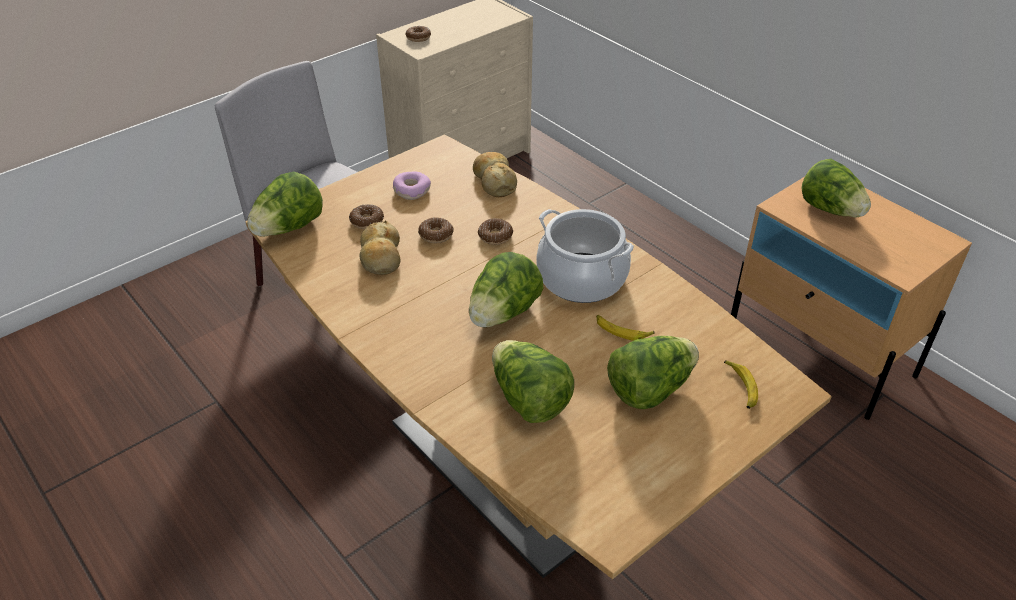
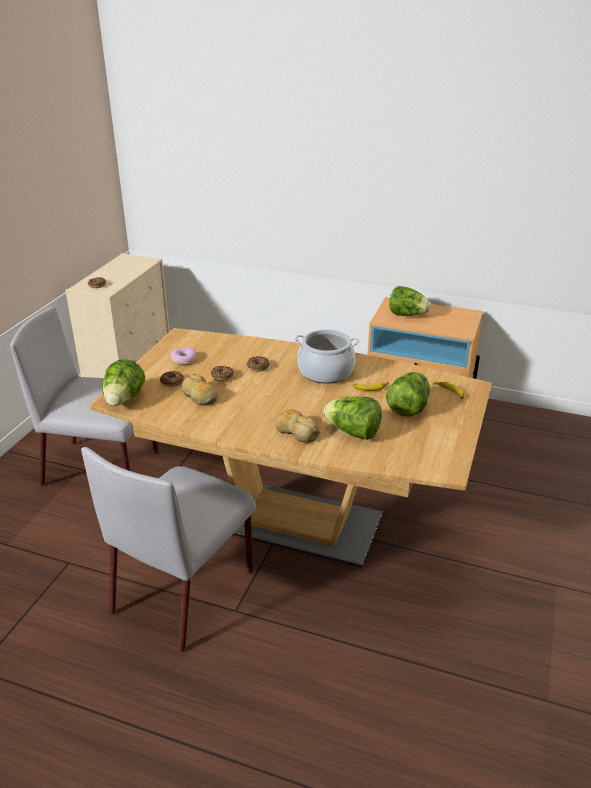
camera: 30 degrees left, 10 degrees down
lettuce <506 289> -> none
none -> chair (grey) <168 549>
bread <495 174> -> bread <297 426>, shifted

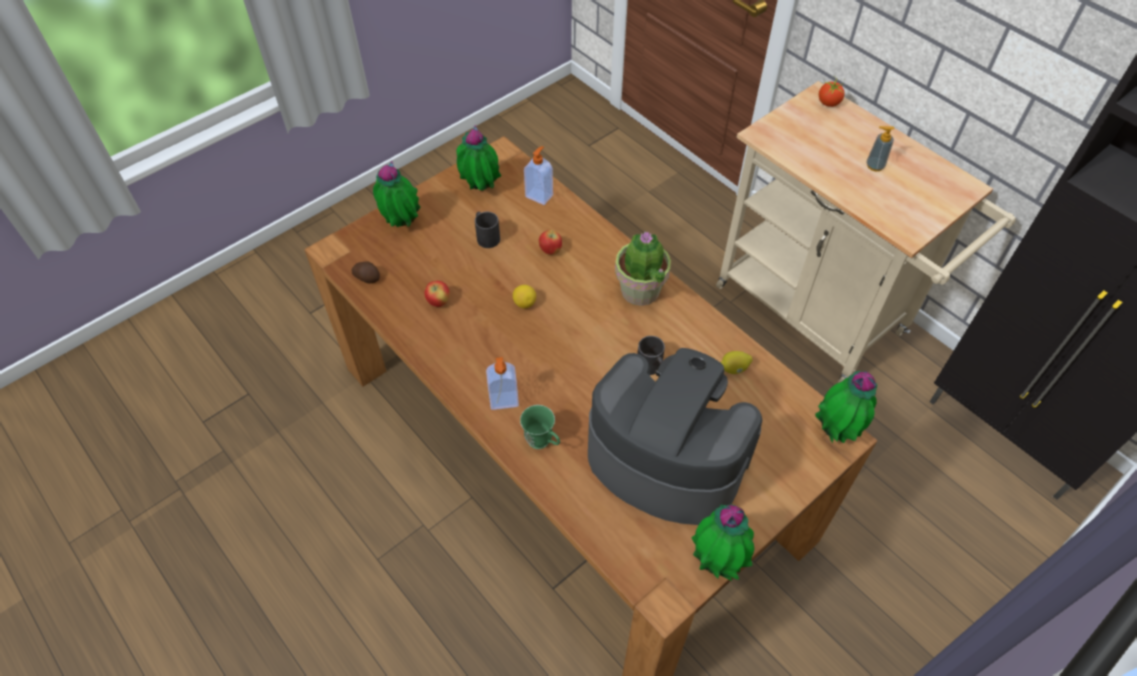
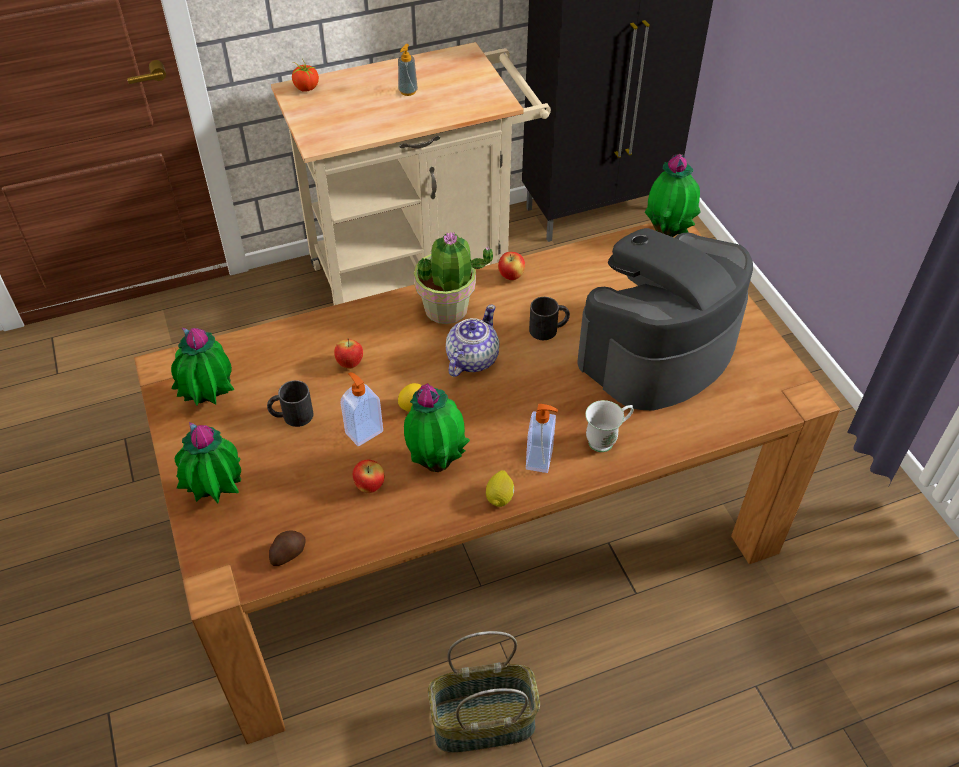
camera: 70 degrees left, 5 degrees down
none -> basket <484 692>
none -> teapot <472 341>
none -> apple <511 266>
soap dispenser <538 175> -> soap dispenser <361 409>, shifted
potted plant <723 542> -> potted plant <437 427>, shifted
lemon <736 362> -> lemon <500 488>, shifted
mug (green) <540 427> -> mug (white) <609 426>

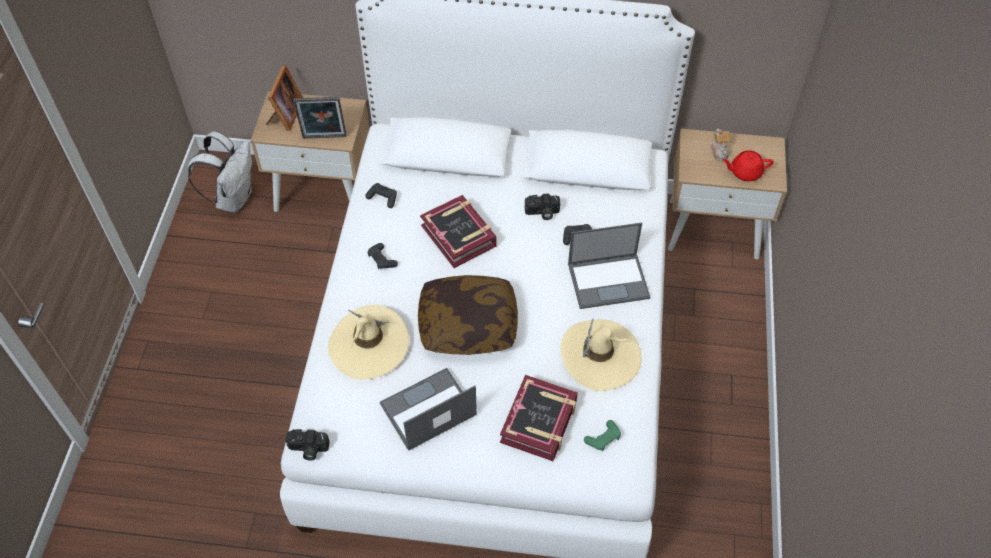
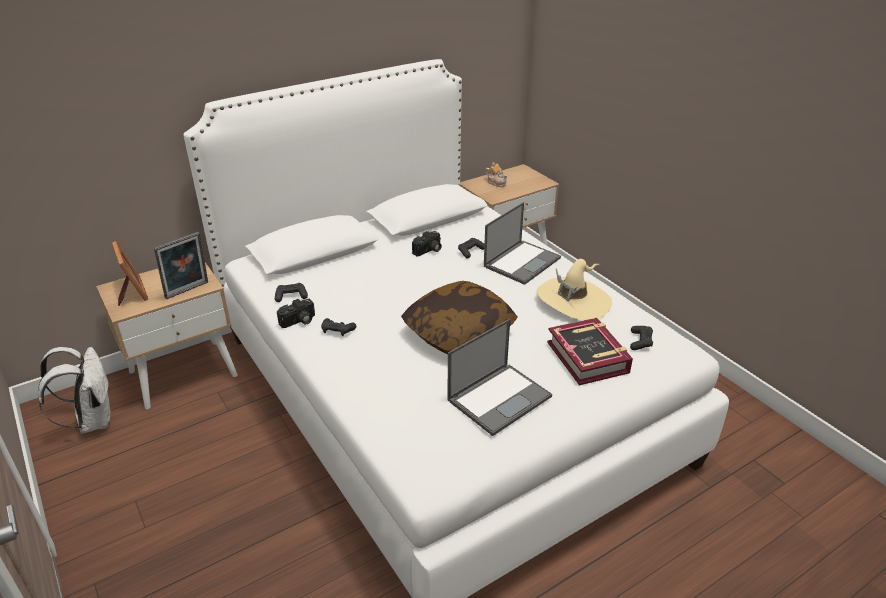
camera: 40 degrees left, 20 degrees down
hat (beige) <368 342> -> none
book <458 231> -> none
teapot (red) <748 165> -> none
photo camera <308 445> -> photo camera <296 313>, shifted
game controller (green) <602 435> -> game controller (black) <641 338>
laptop <428 409> -> laptop <500 377>, 150 degrees counterclockwise

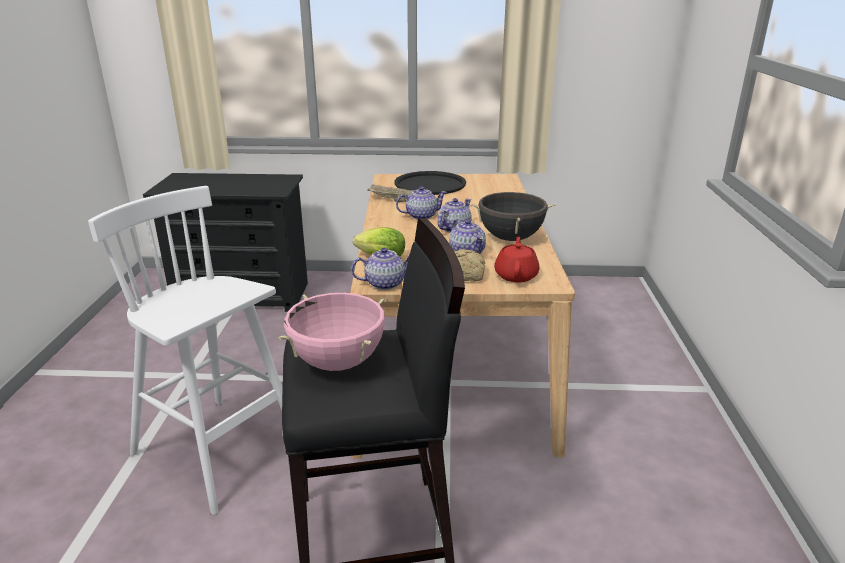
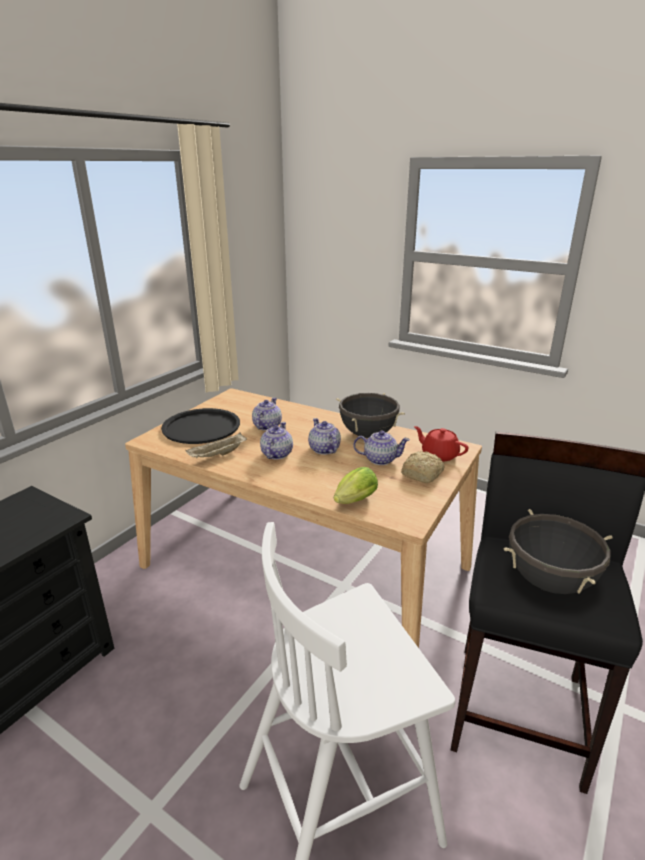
camera: 60 degrees left, 0 degrees up
teapot <380 269> -> teapot <267 414>, shifted
cooking pot (pink) <332 332> -> cooking pot (black) <558 551>

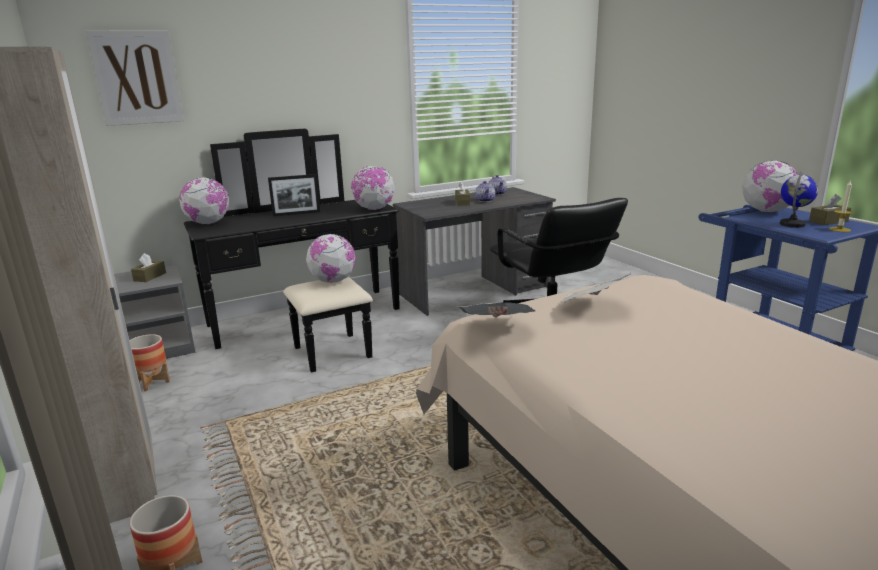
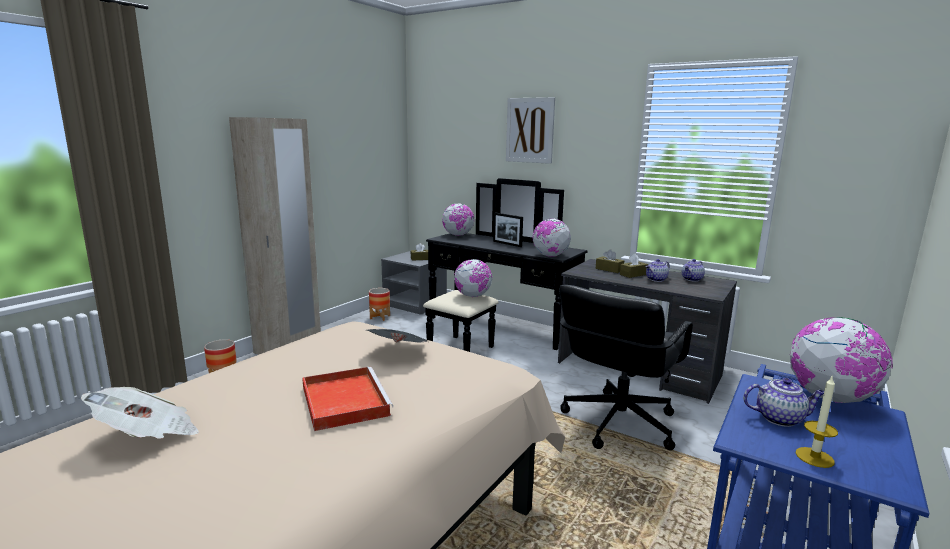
camera: 60 degrees right, 5 degrees down
none -> tray (red) <347 399>
picture <135 78> -> picture <530 130>, shifted
newspaper <496 309> -> newspaper <140 413>, shifted
tissue box (brown) <830 209> -> tissue box (brown) <610 261>, shifted
globe <799 200> -> teapot <783 402>

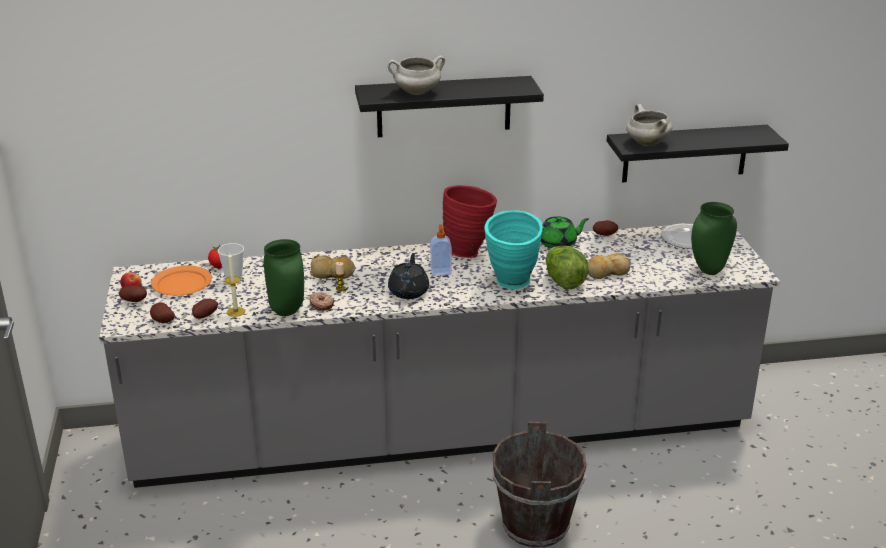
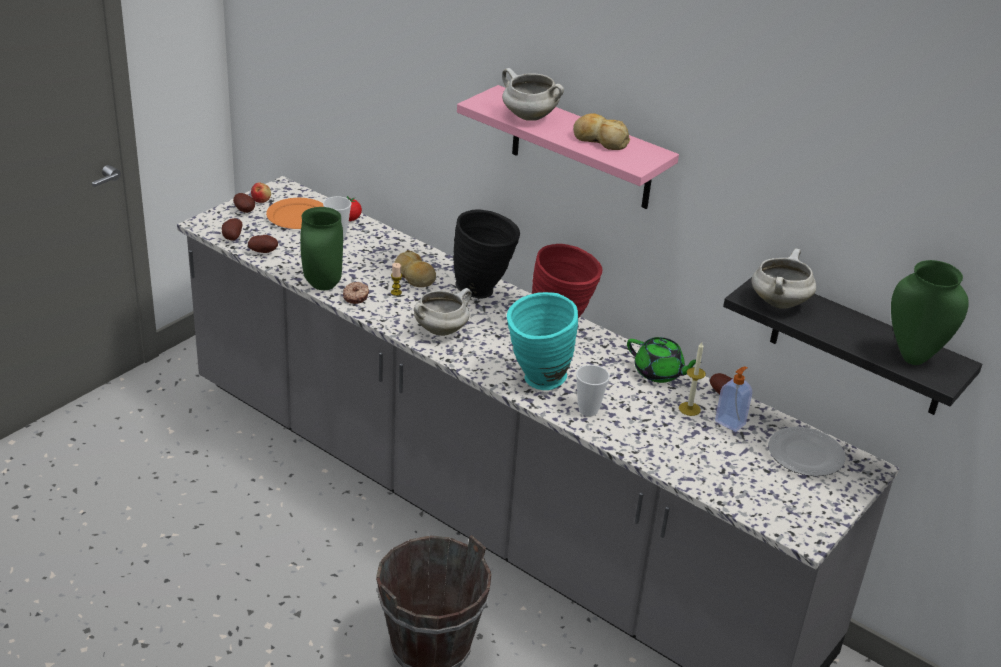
camera: 45 degrees right, 5 degrees up
none -> vase (black) <486 254>
candle <235 285> -> candle <692 379>, shifted
soap dispenser <441 250> -> soap dispenser <733 399>, shifted
bread <609 266> -> bread <601 131>, shifted
vase (green) <714 238> -> vase (green) <930 312>, shifted
teapot (black) <408 276> -> cooking pot (white) <443 312>
lettuce <567 267> -> cup <593 390>
shelf (black) <449 106> -> shelf (pink) <568 147>

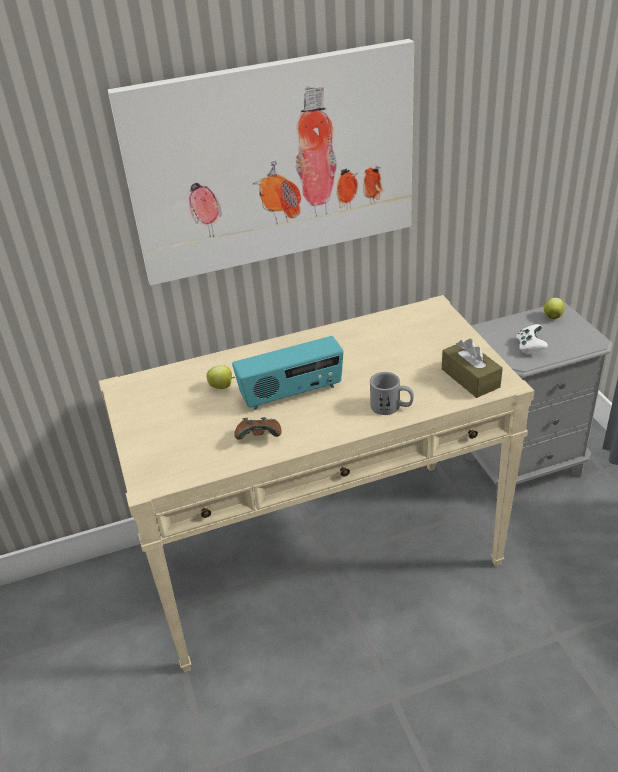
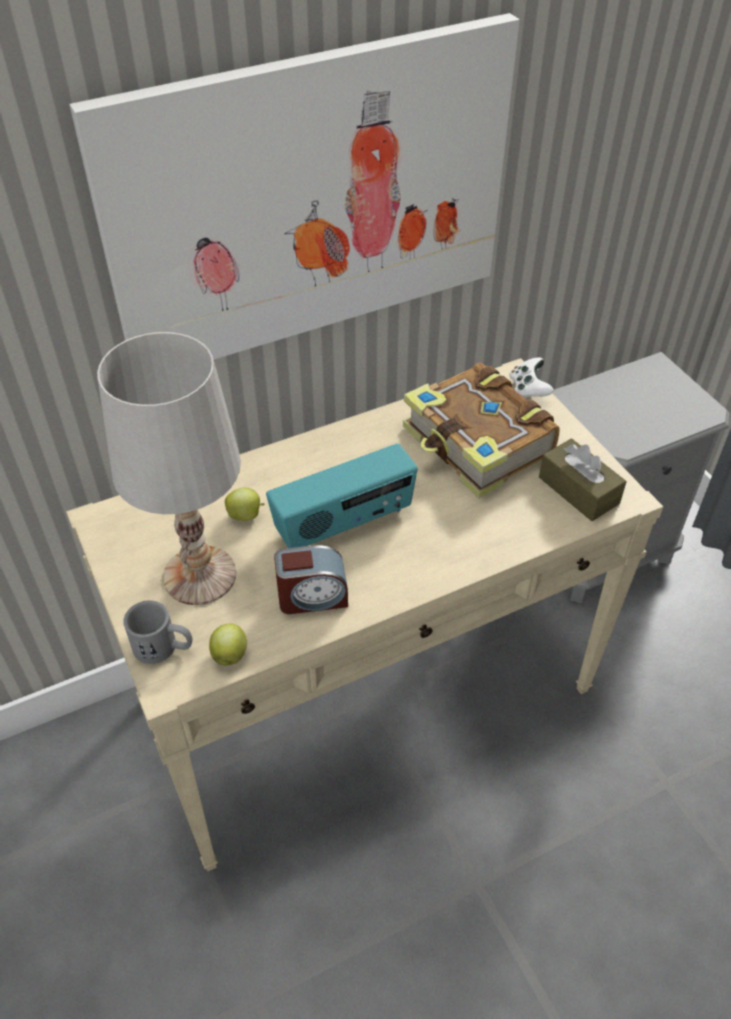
camera: 10 degrees left, 10 degrees up
none -> table lamp (white) <169 468>
none -> book <481 431>
mug (grey) <392 393> -> mug (grey) <157 632>, shifted
game controller (white) <532 338> -> game controller (white) <531 378>, shifted
apple <554 308> -> apple <228 644>, shifted
game controller (brown) <258 428> -> alarm clock <311 579>

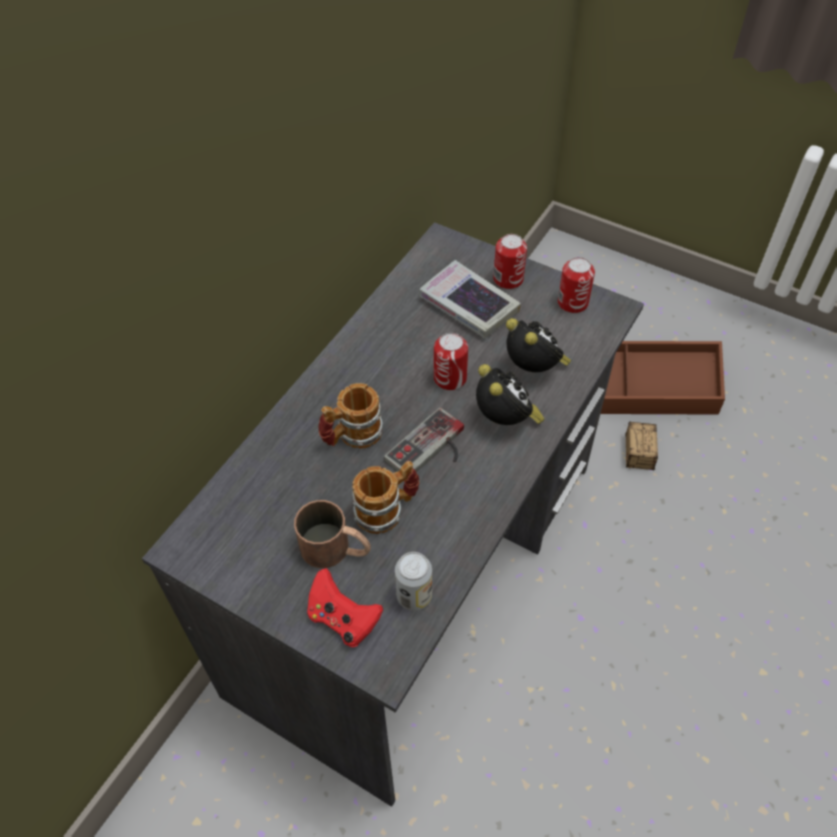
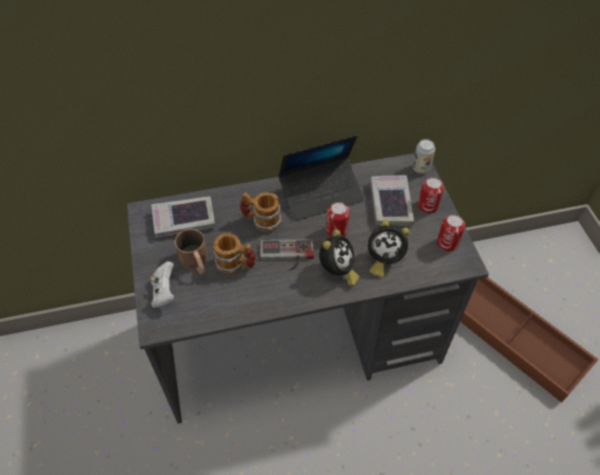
camera: 45 degrees right, 0 degrees up
storage box <648 449> -> none
none -> book <183 217>
none -> laptop <321 178>
can <413 581> -> can <424 156>, shifted
game controller (red) <345 607> -> game controller (white) <161 284>
alarm clock <538 345> -> alarm clock <389 248>, 90 degrees clockwise

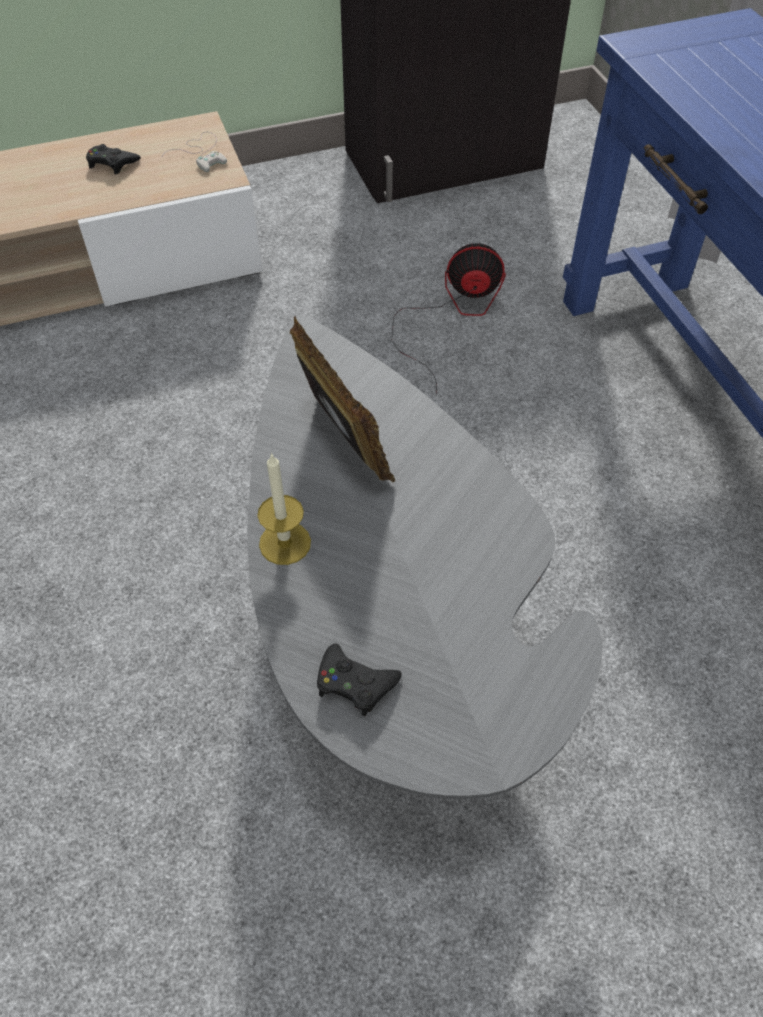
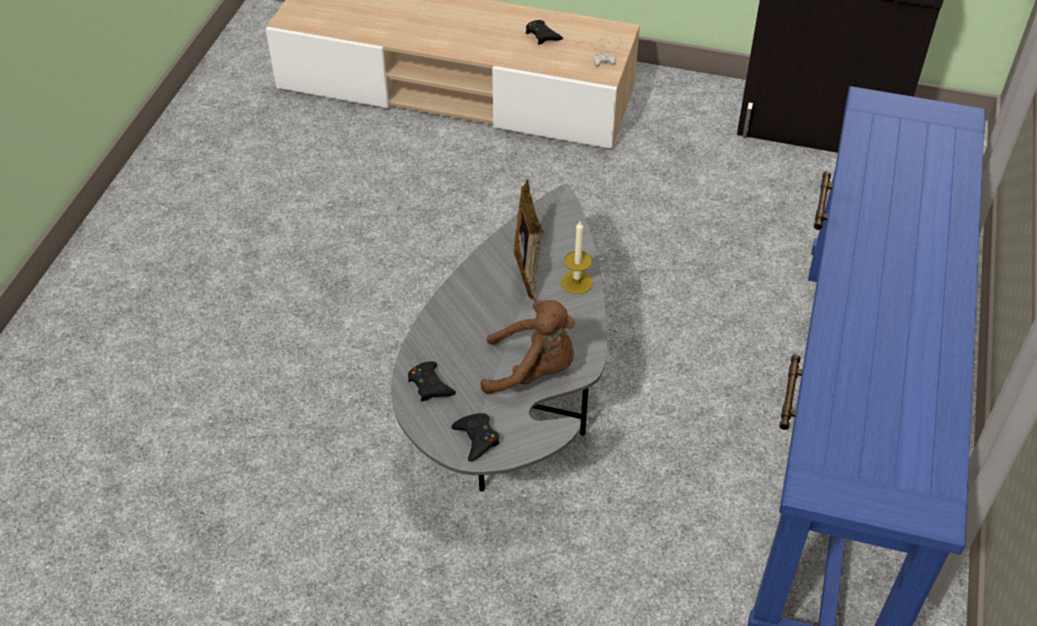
camera: 35 degrees right, 5 degrees down
fan <449 318> -> none
none -> game controller (black) <475 437>
none -> plush toy (brown) <528 347>
candle <284 509> -> candle <577 257>, shifted

